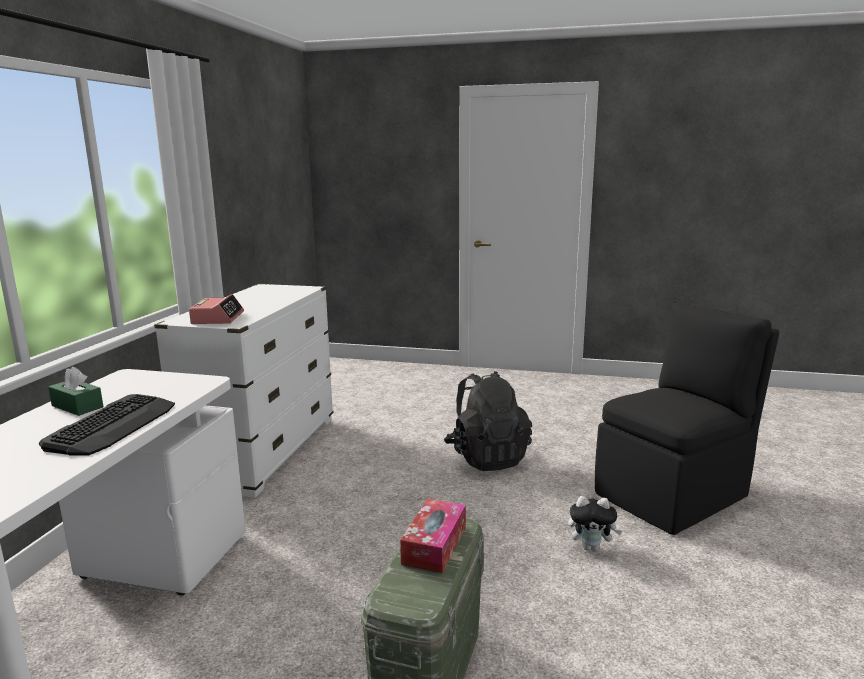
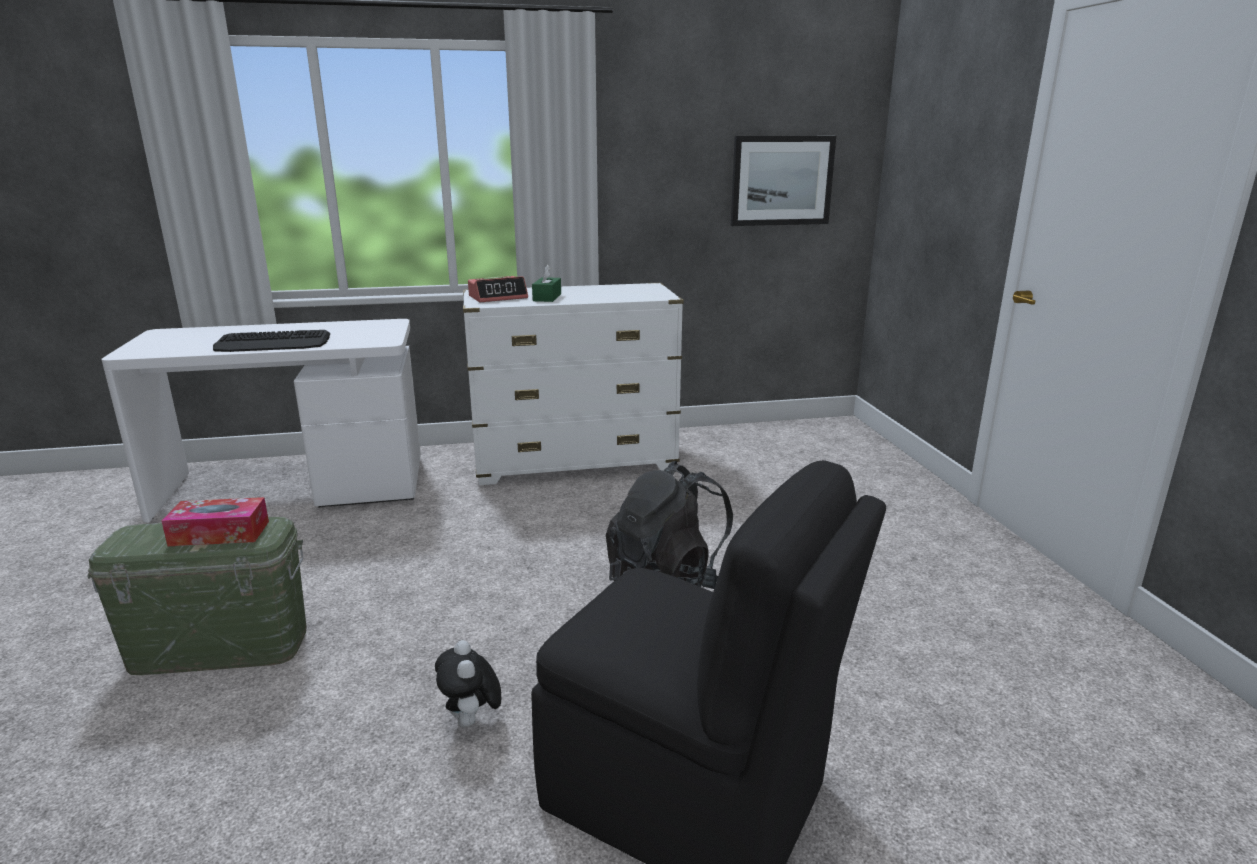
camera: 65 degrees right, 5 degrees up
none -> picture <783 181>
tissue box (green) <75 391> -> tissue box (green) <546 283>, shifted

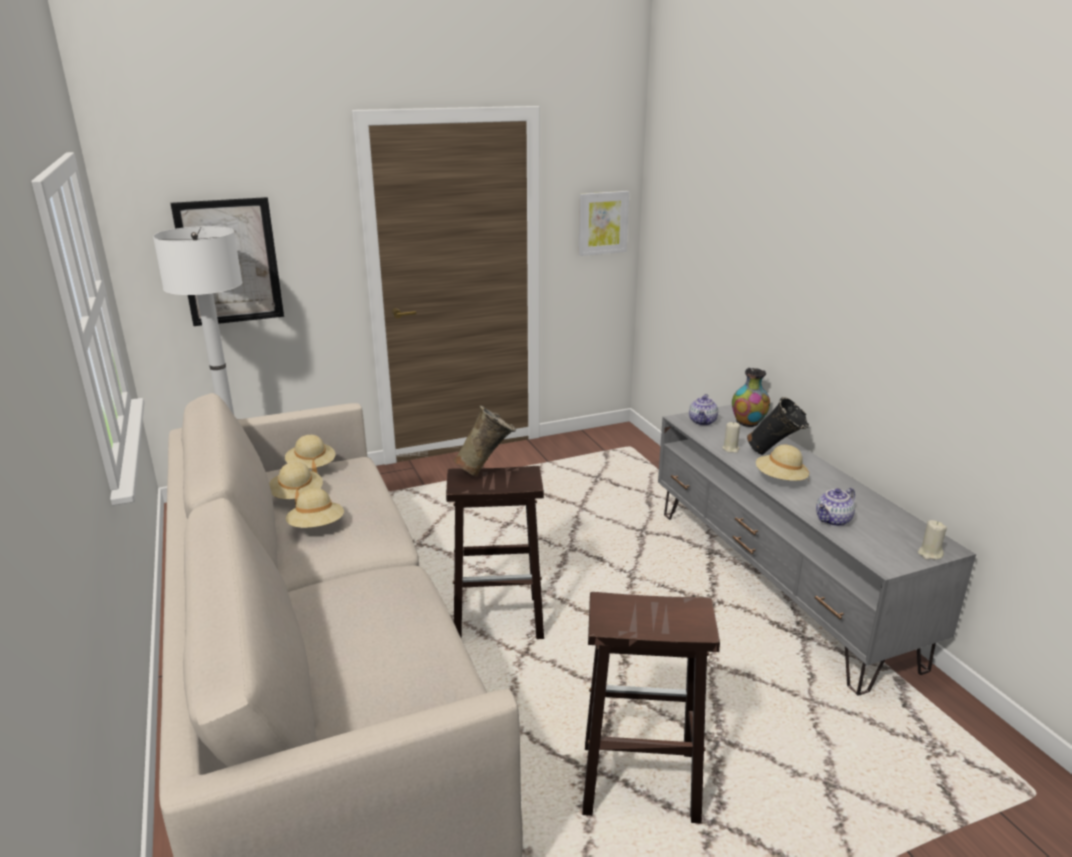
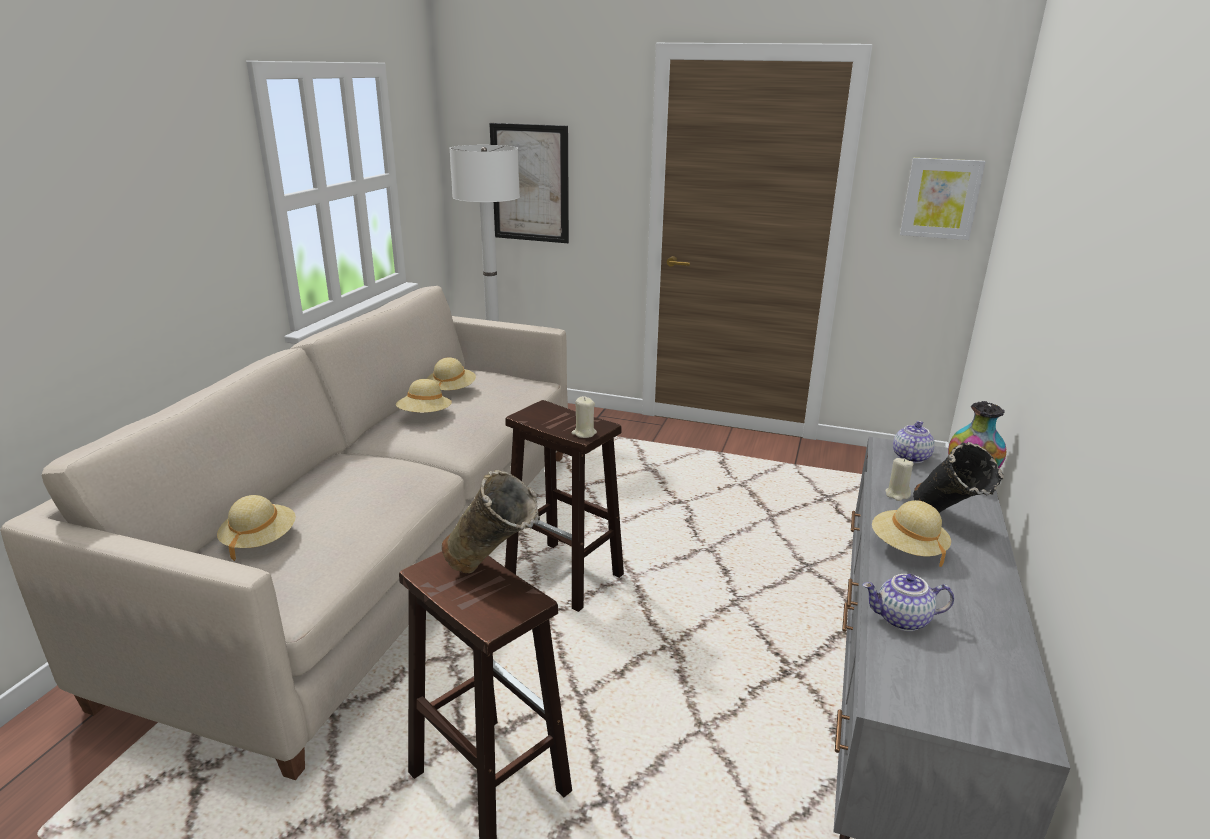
camera: 40 degrees right, 0 degrees up
hat (beige) <310 454> -> hat (beige) <256 528>, shifted
vase (beige) <485 441> -> vase (beige) <491 521>, shifted
candle (beige) <932 540> -> candle (beige) <584 417>, shifted
teapot <703 410> -> teapot <914 442>, 150 degrees clockwise

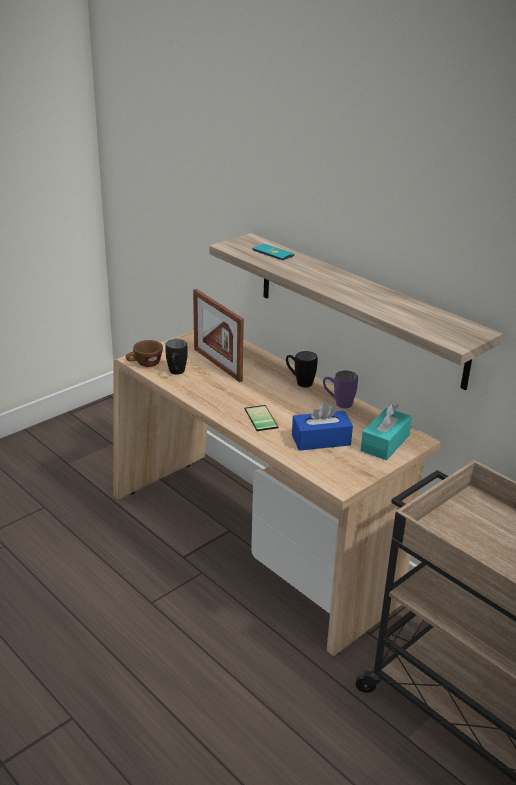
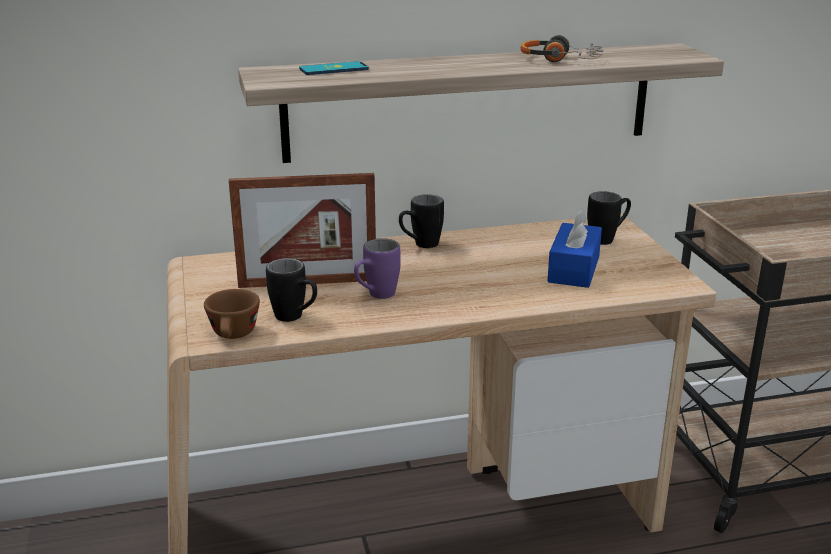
camera: 60 degrees left, 5 degrees down
phone <261 418> -> none
none -> headphones <562 48>
mug (purple) <340 389> -> mug (purple) <377 268>, shifted
tissue box (turquoise) <386 431> -> mug (black) <609 218>

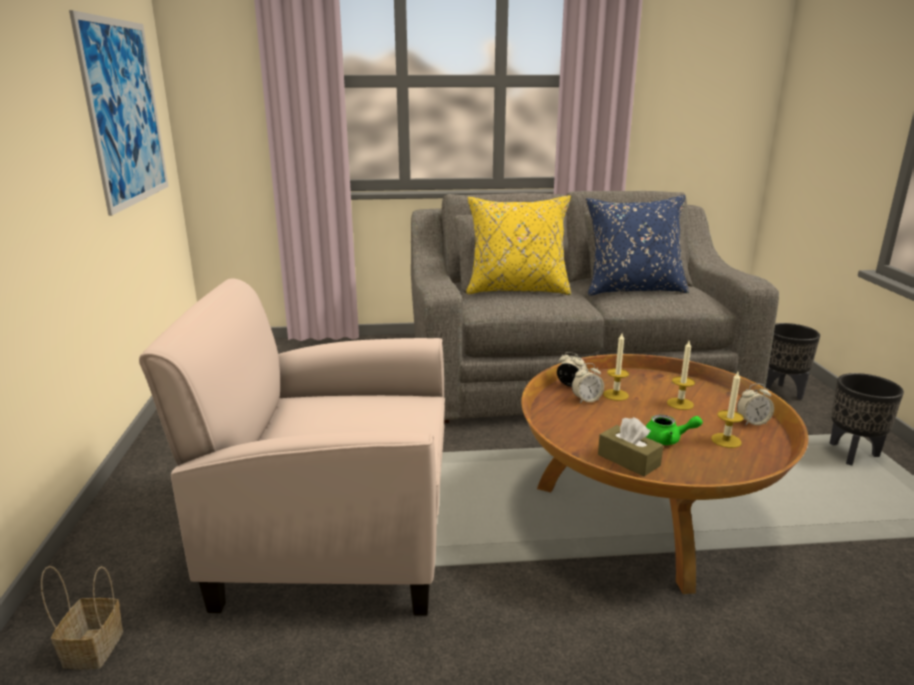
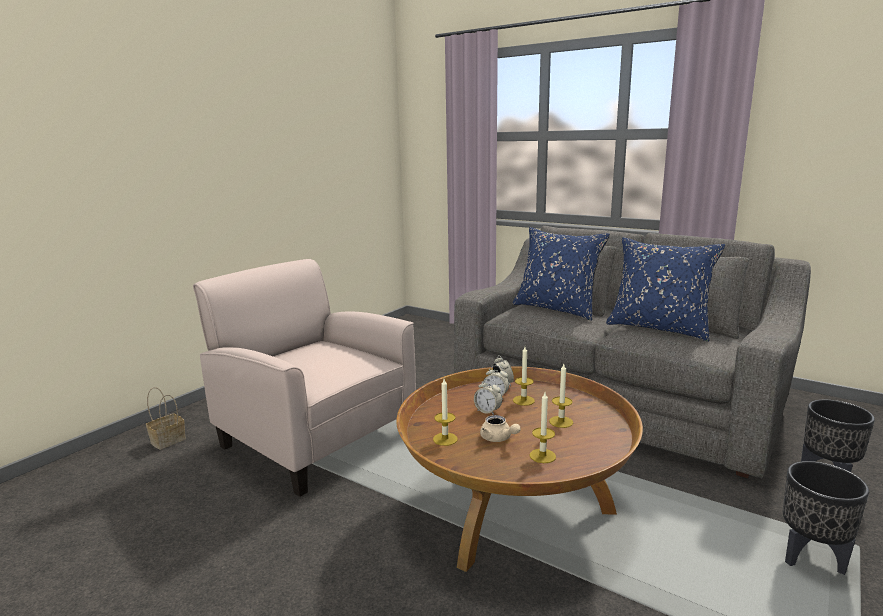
camera: 40 degrees right, 5 degrees down
picture <119 113> -> none
alarm clock <755 405> -> alarm clock <488 397>, shifted
tissue box (brown) <630 447> -> candle <445 412>
pillow (yellow) <518 245> -> pillow (blue) <561 274>
teapot (green) <674 430> -> teapot (beige) <500 428>

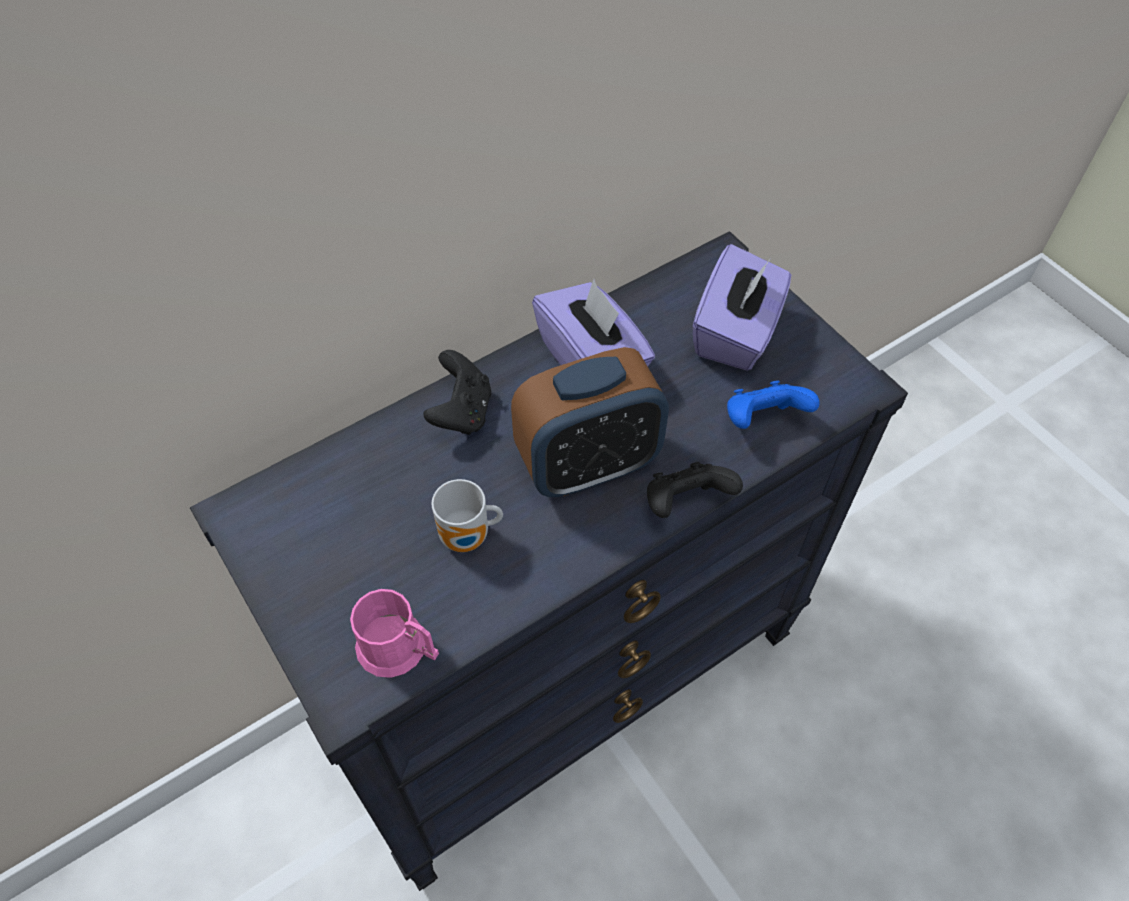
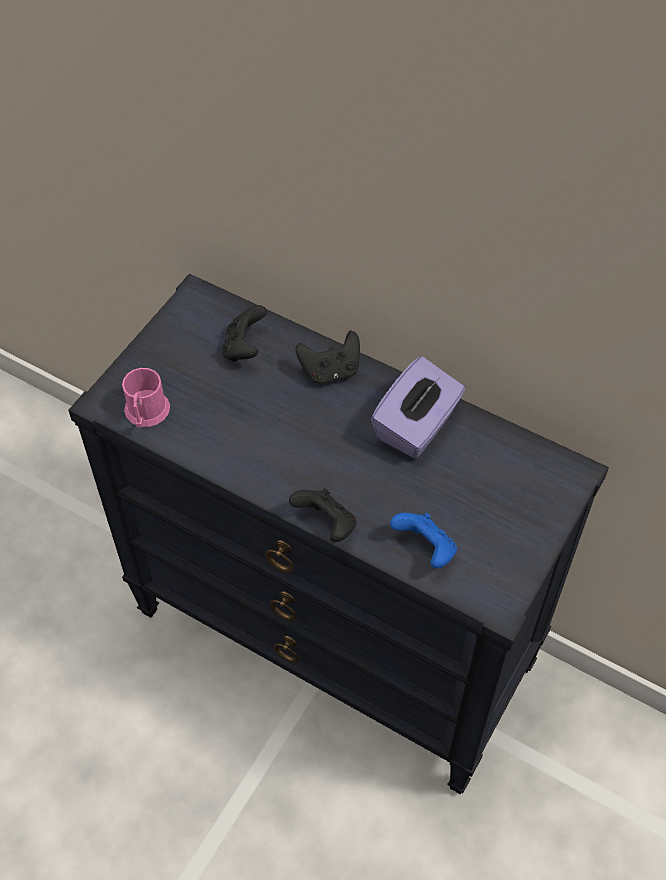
camera: 65 degrees right, 0 degrees up
mug <467 515> -> none
alarm clock <590 422> -> none
tissue box (purple) <742 307> -> none
none -> game controller (black) <244 333>

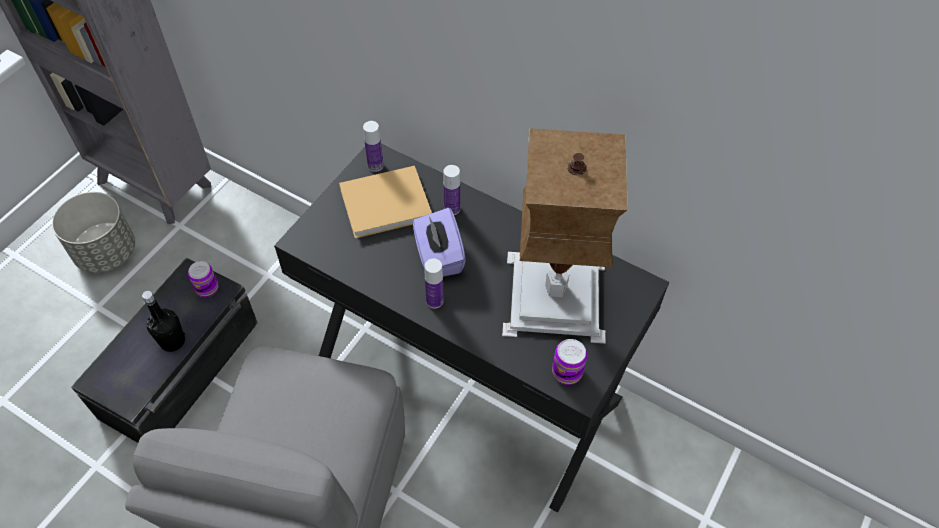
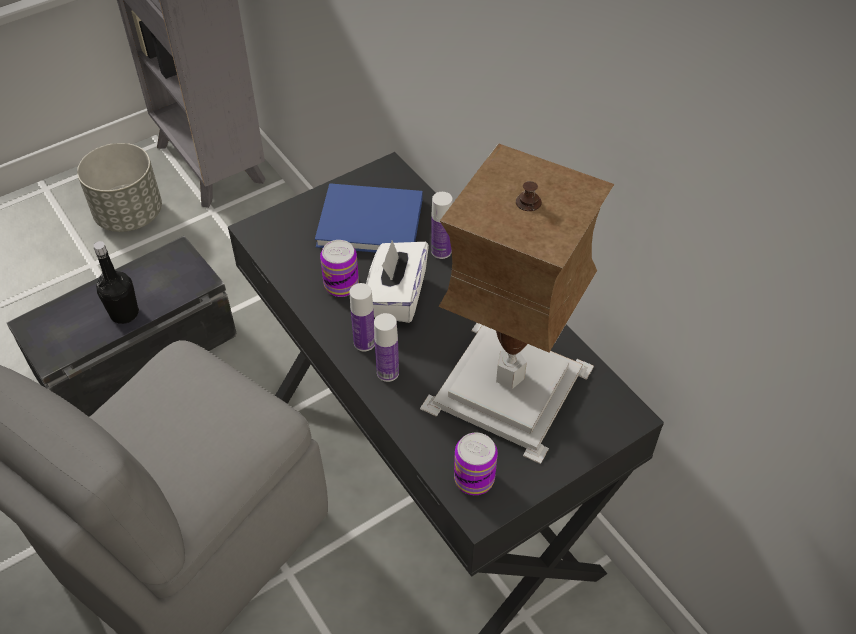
camera: 25 degrees right, 5 degrees down
can <203 279> -> can <339 268>, shifted
bottle <373 146> -> bottle <386 347>, shifted
book (beige) <385 202> -> book (blue) <369 218>
tissue box (purple) <439 242> -> tissue box (white) <397 281>

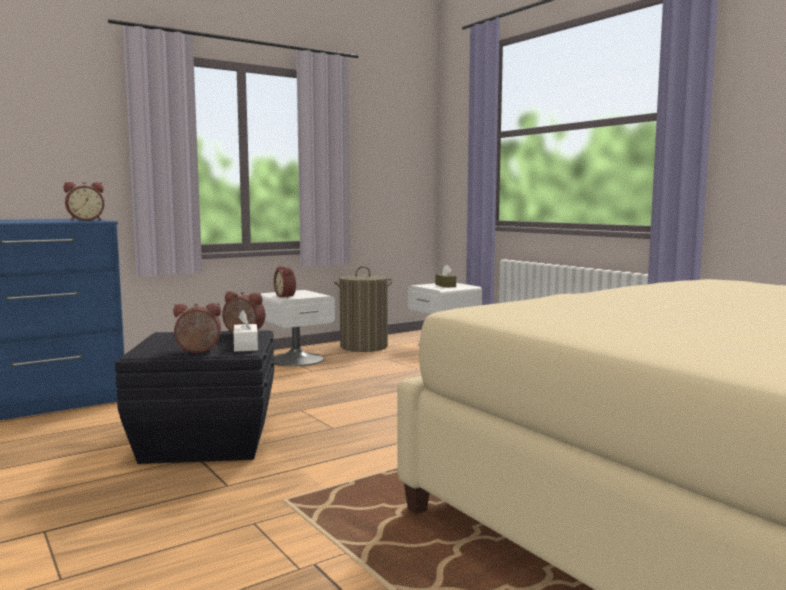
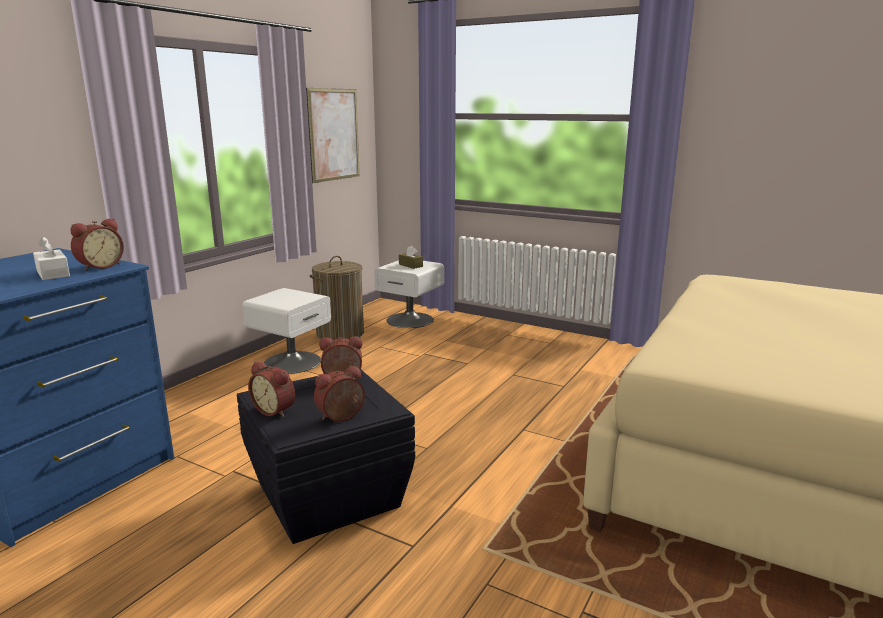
camera: 25 degrees left, 10 degrees up
none -> picture <333 135>
tissue box (white) <246 331> -> tissue box (white) <51 258>, shifted
alarm clock <285 282> -> alarm clock <271 390>, shifted

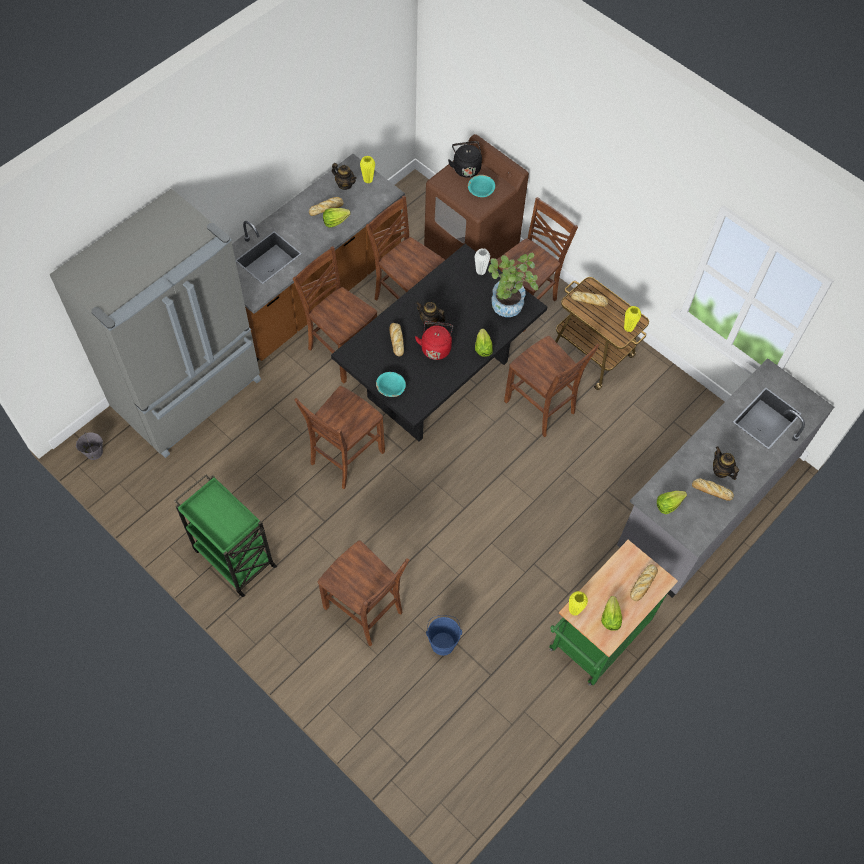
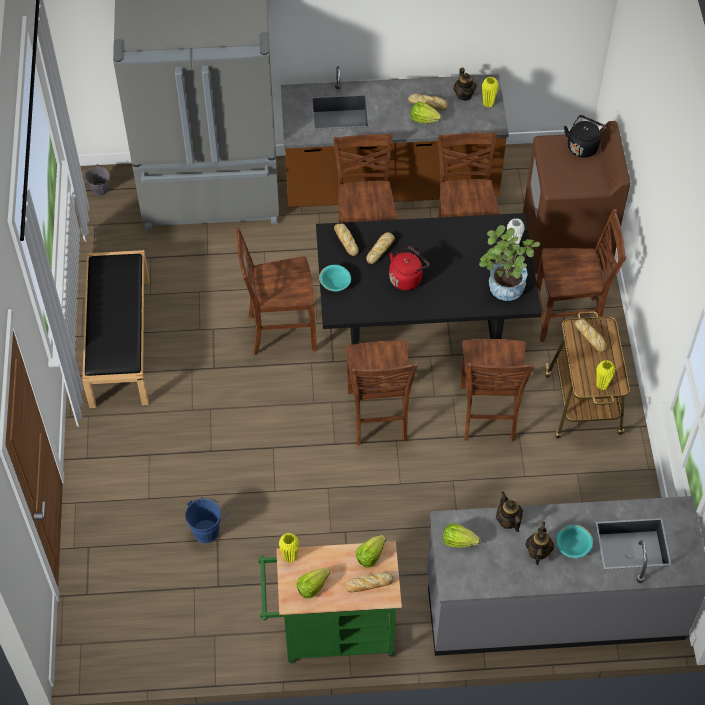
camera: 45 degrees right, 5 degrees down
chair (brown) <363 593> -> chair (brown) <381 393>, shifted
teapot <431 314> -> teapot <509 512>, shifted
bowl (turquoise) <481 186> -> bowl (turquoise) <574 541>, shifted
lettuce <484 343> -> lettuce <371 551>, shifted
bread <713 490> -> bread <346 240>, shifted
cart (green) <225 535> -> bench (black) <116 329>

